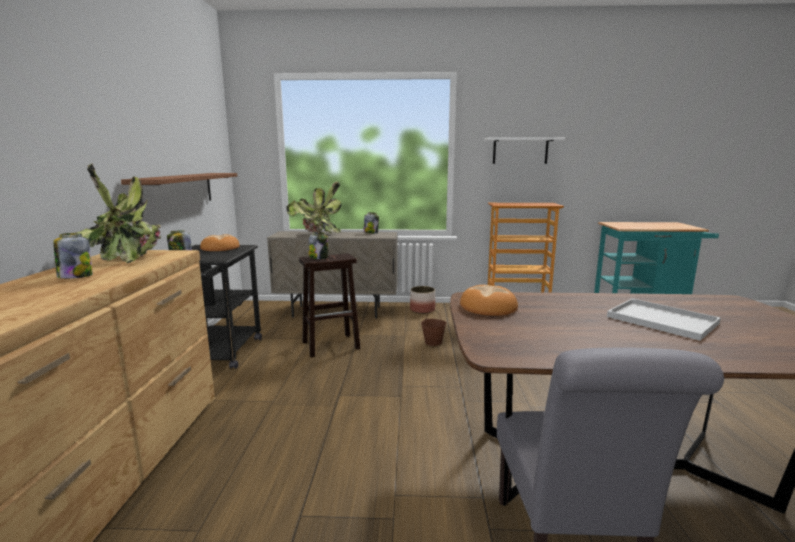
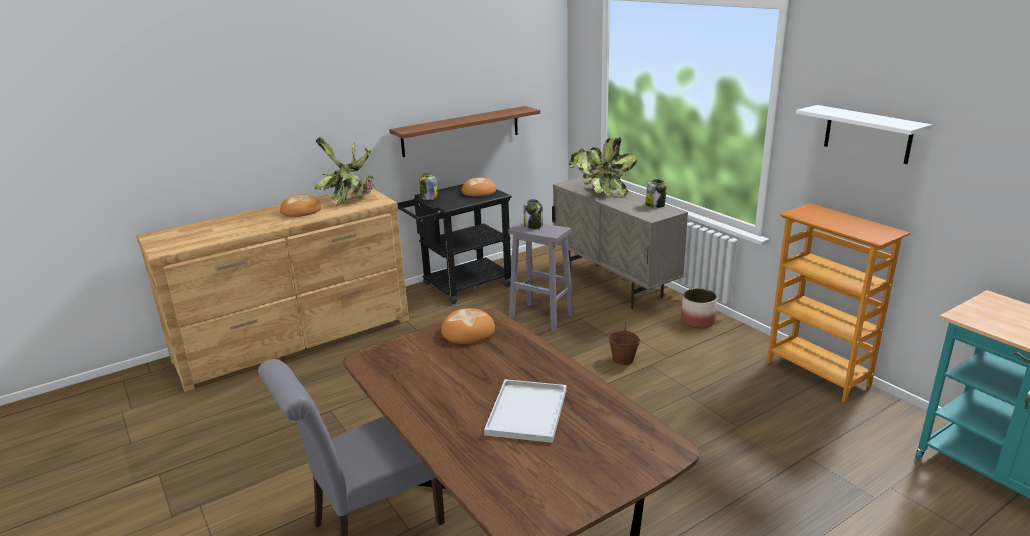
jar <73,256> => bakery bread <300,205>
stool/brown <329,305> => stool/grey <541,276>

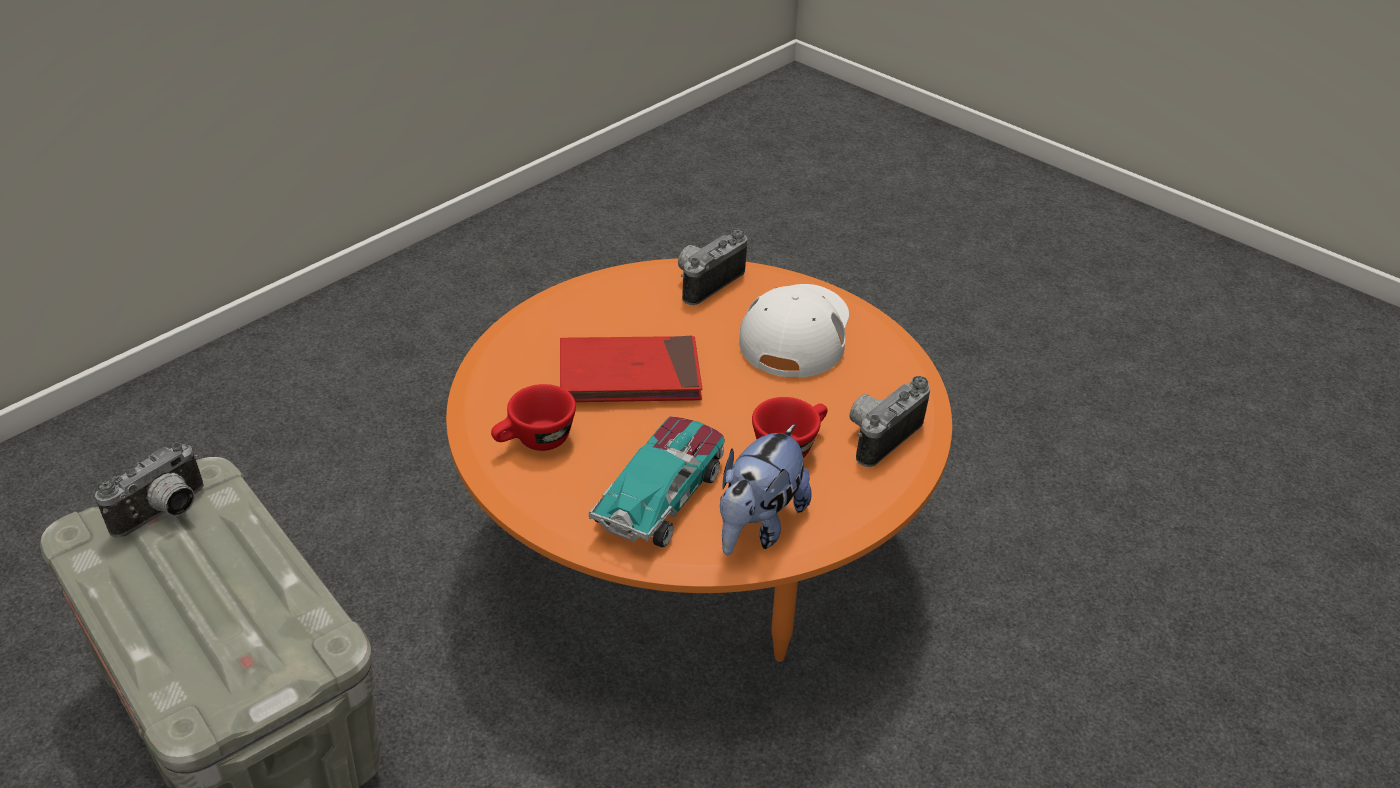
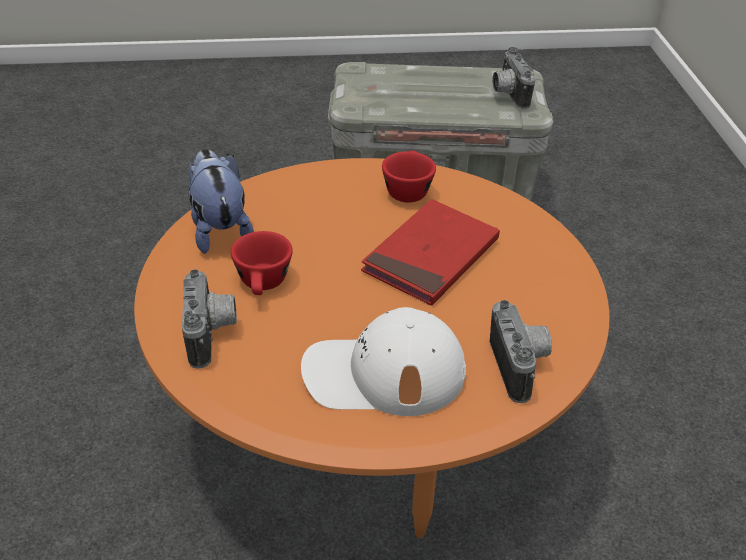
miniature car <657,481> => nothing
cap/white-coloured <794,331> => cap/white-coloured <383,361>, 120 degrees clockwise

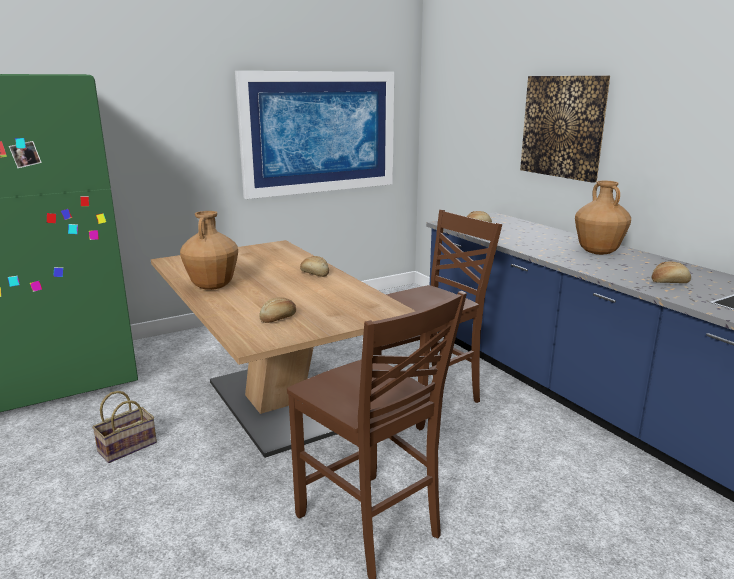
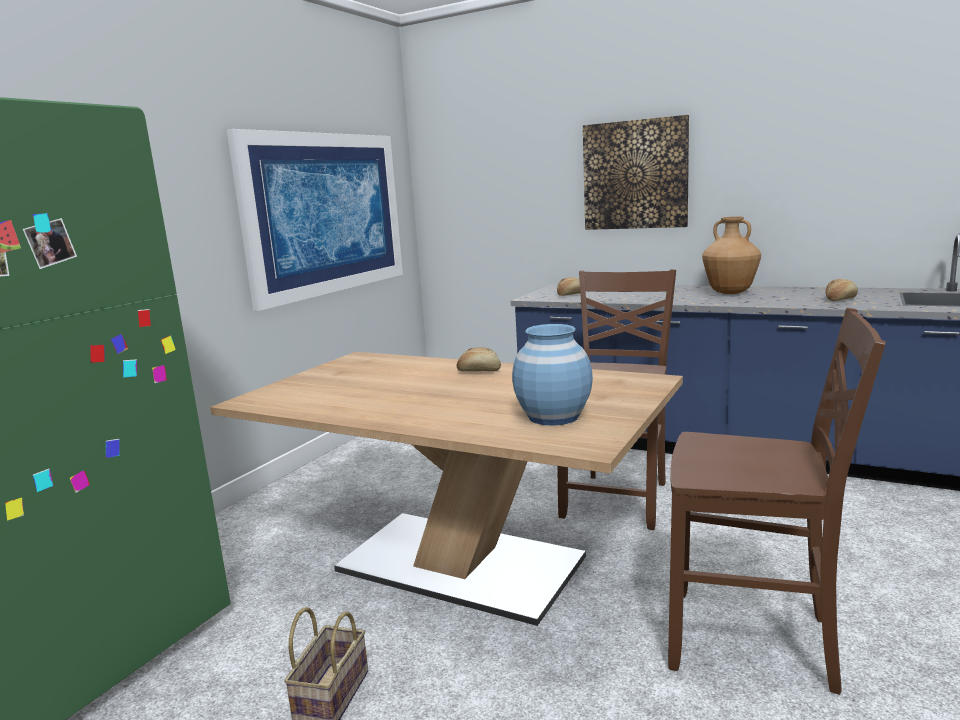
flower vase/brown <209,250> => nothing
bakery bread <277,310> => flower vase/bluish <552,375>

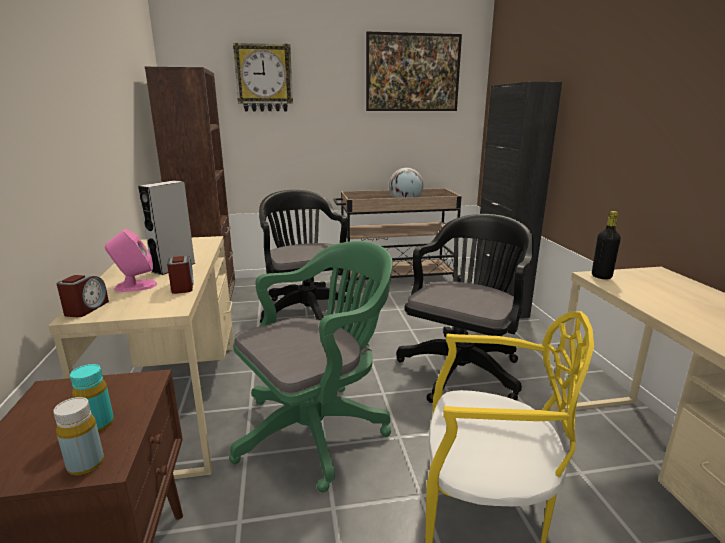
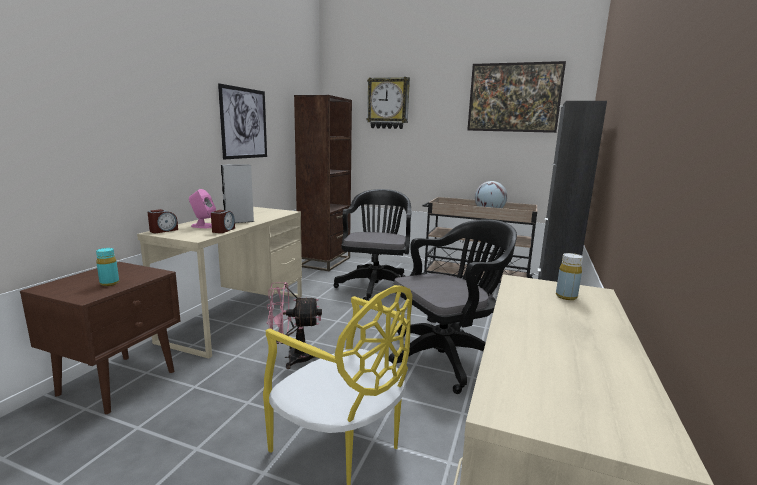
bottle/yellow-coloured <78,436> => bottle/yellow-coloured <569,276>, move
desk chair/green-coloured <311,366> => electric fan/pink-coloured <294,325>
bottle/black-coloured <606,245> => nothing
nothing => picture <242,121>

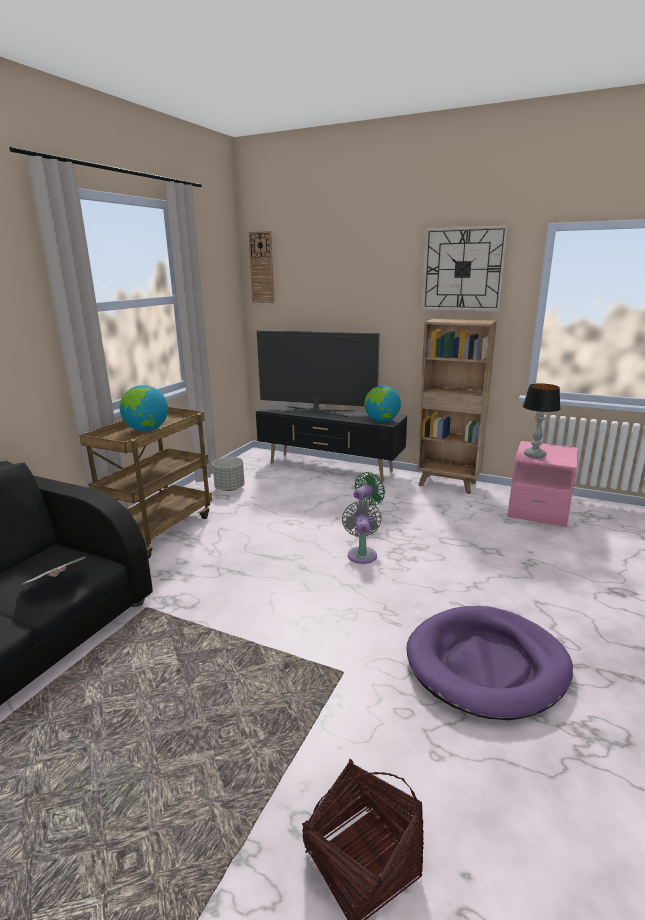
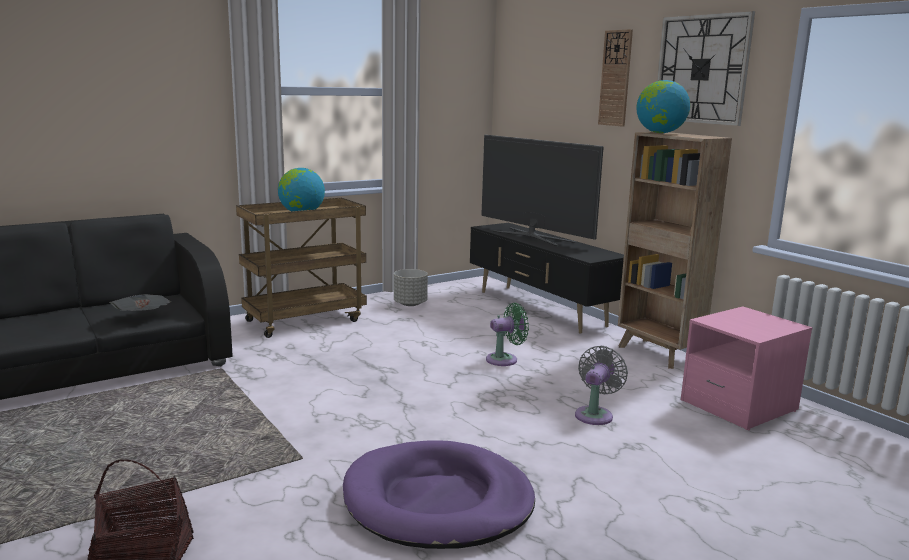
hanging clock <261,267> => hanging clock <615,78>, move
electric fan/grey <362,532> => electric fan/grey <601,385>, move
globe <382,404> => globe <663,106>, move
tabletop lamp <541,420> => nothing

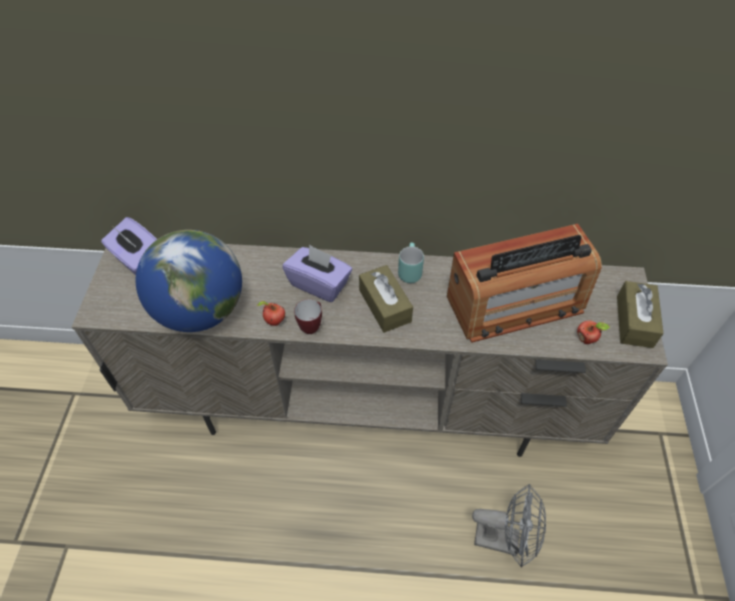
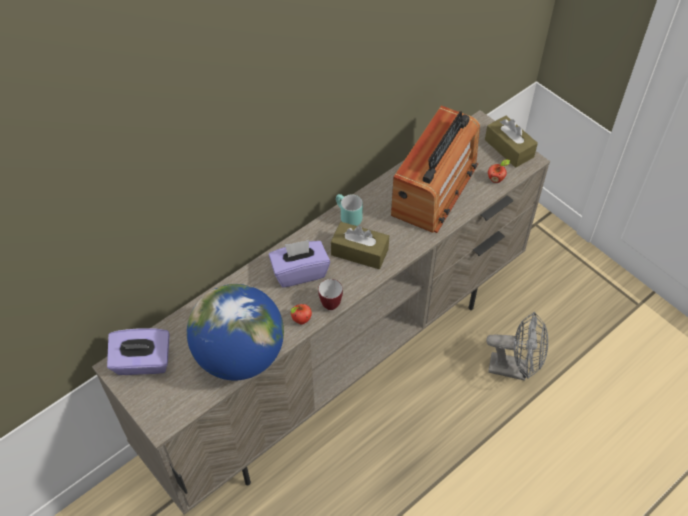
electric fan/grey <509,526> => electric fan/grey <517,346>, 45 degrees clockwise

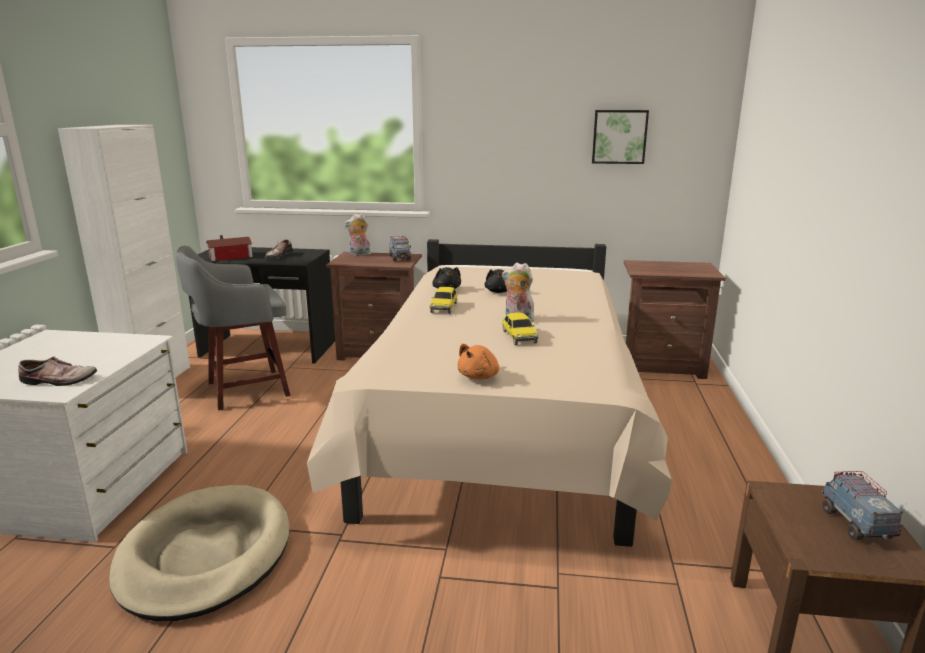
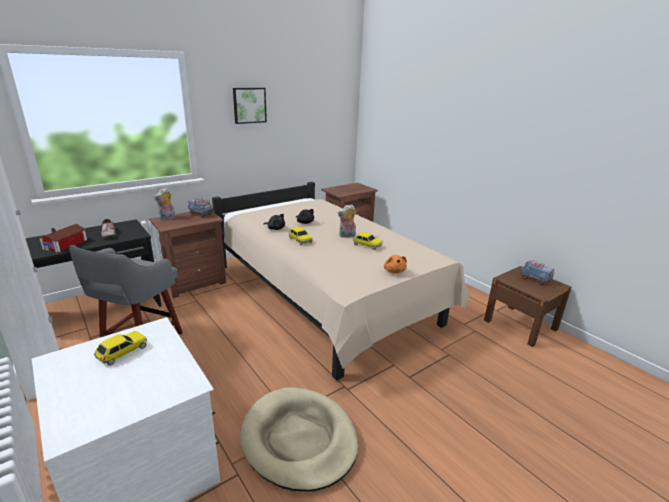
low shoe <57,371> => nothing
picture <620,137> => picture <250,106>, move
nothing => miniature car <120,348>

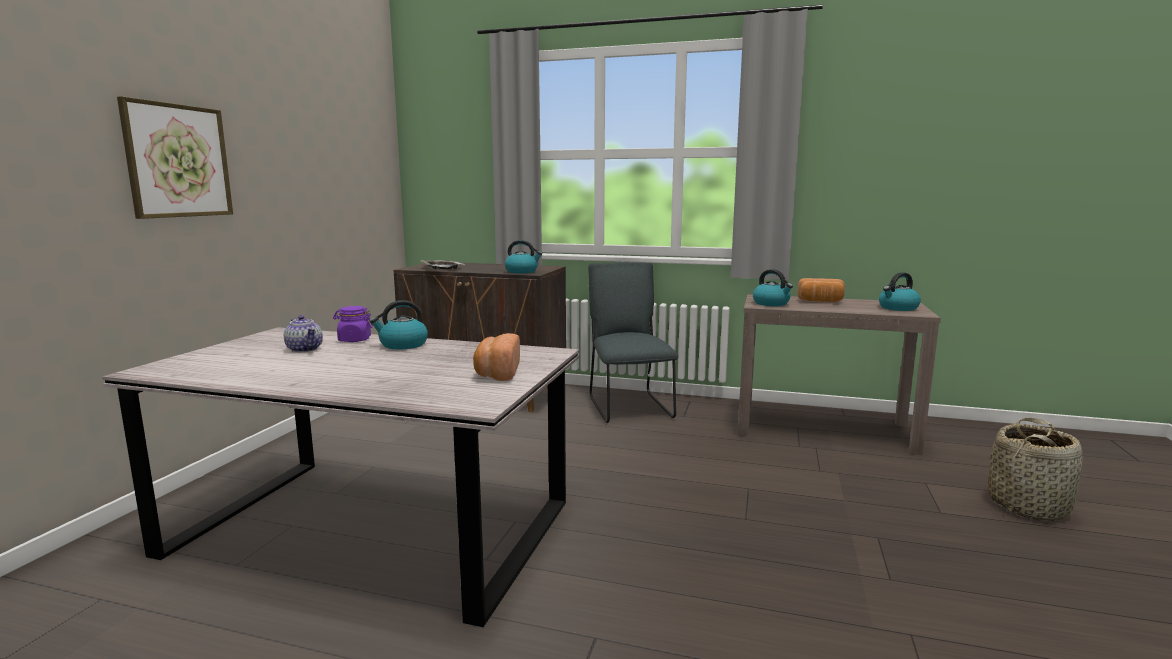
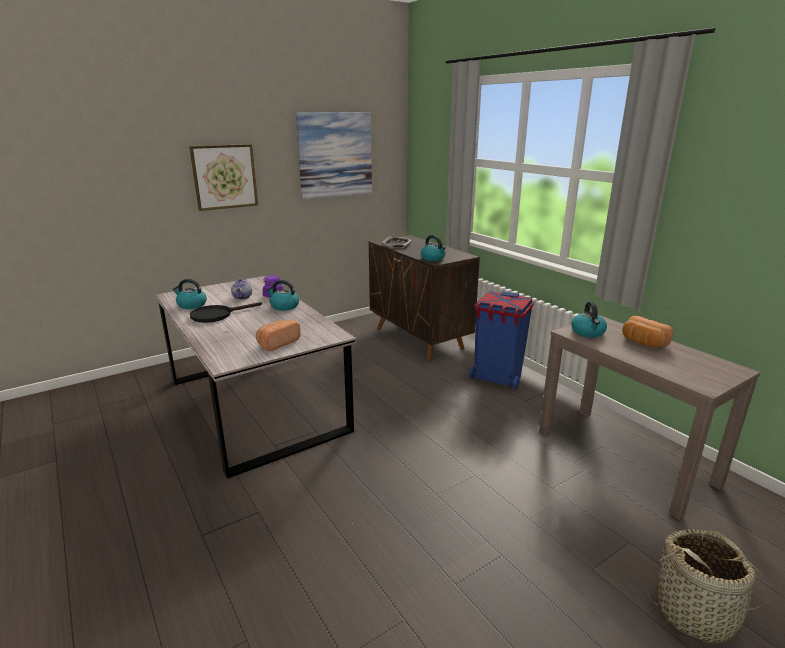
upright chair/grey <633,342> => waste bin/bluish <501,340>
tea kettle <900,291> => tea kettle <189,294>, move
nothing => frying pan/black-coloured <226,312>
nothing => picture <334,156>

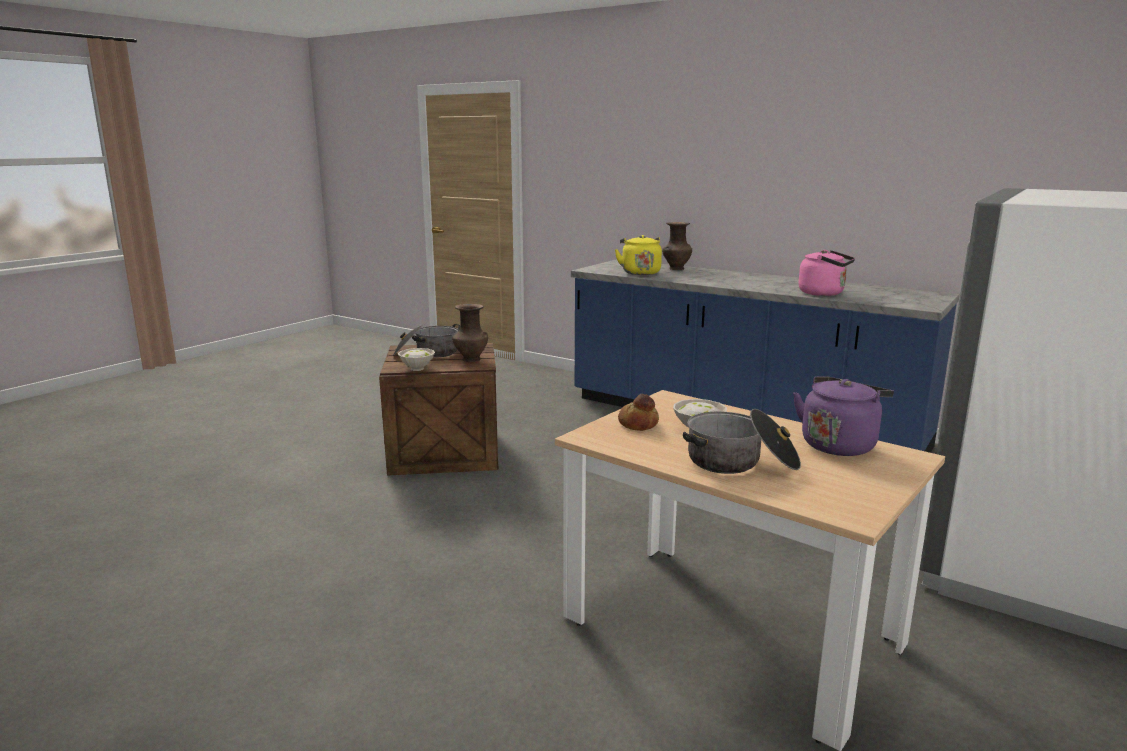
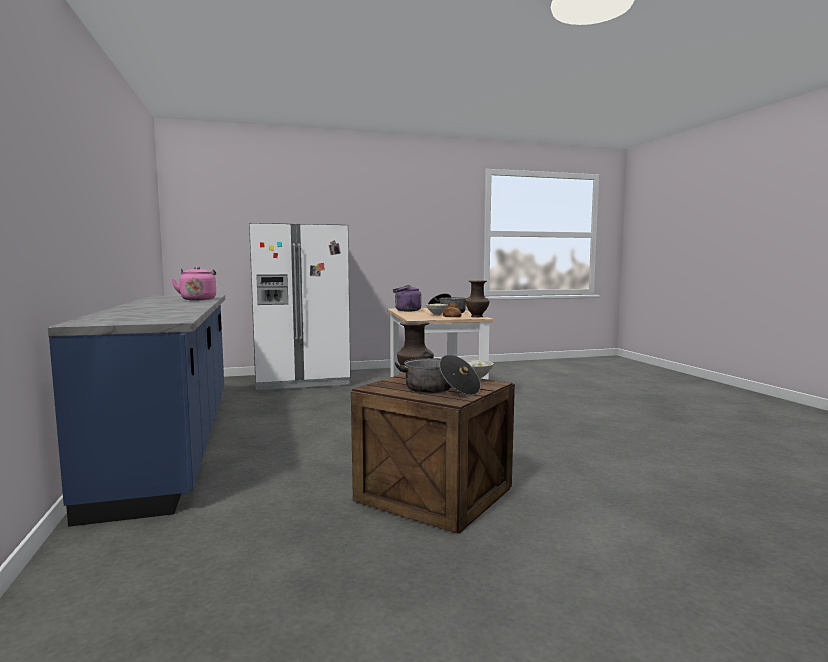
tea kettle/yellow-coloured <638,255> => nothing
flower vase/brown <677,246> => flower vase/brown <477,298>, move

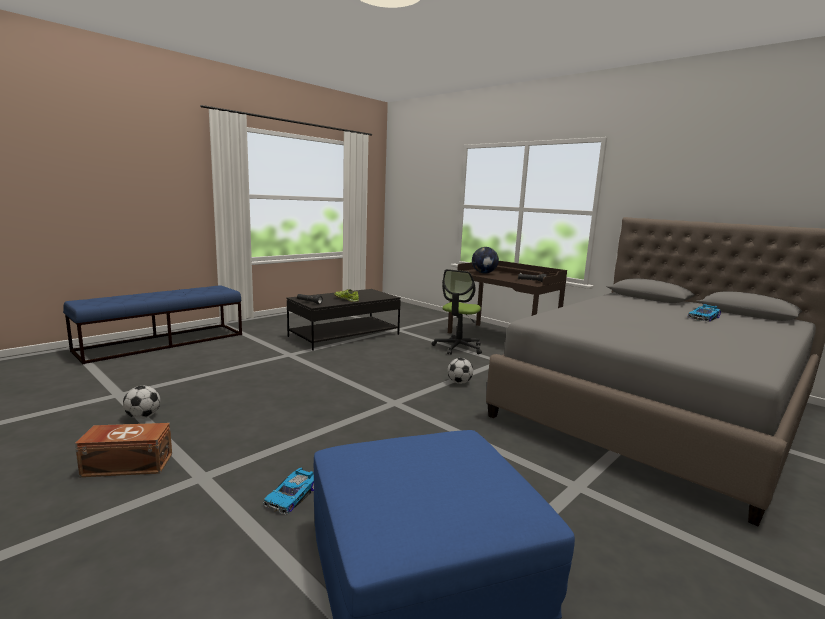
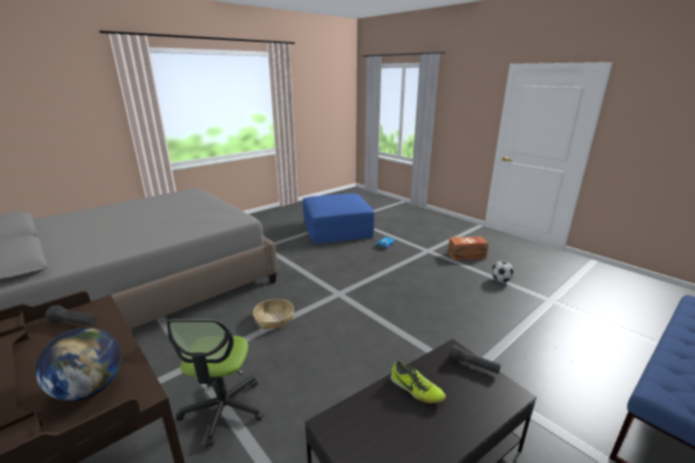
desk chair <457,312> => desk chair <215,383>, 150 degrees clockwise
football ball <460,371> => household basket <273,314>
miniature car <704,313> => nothing

